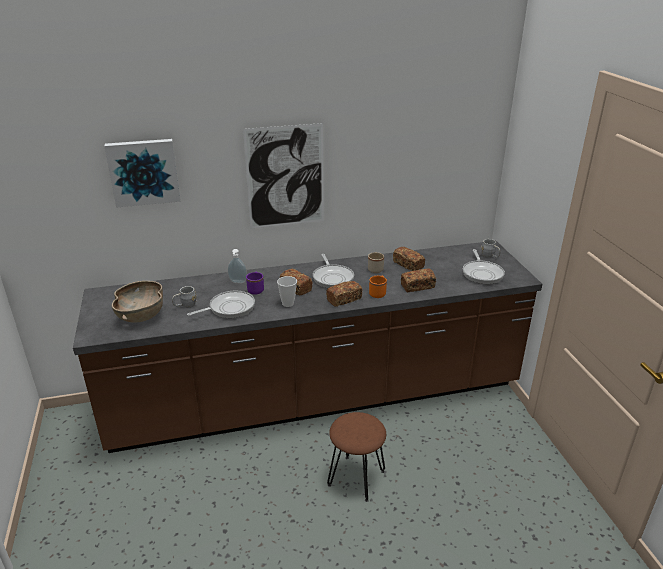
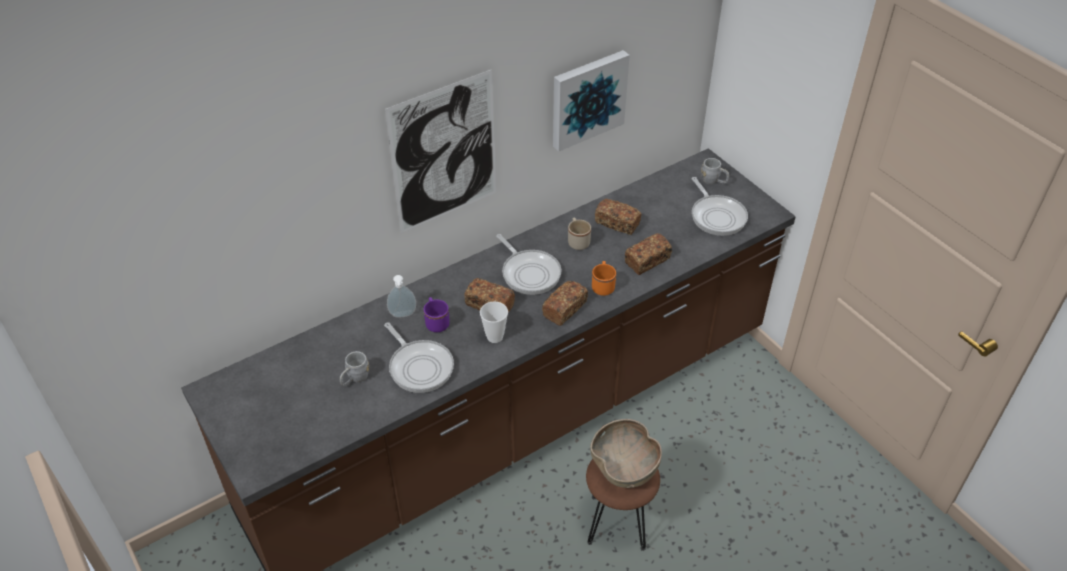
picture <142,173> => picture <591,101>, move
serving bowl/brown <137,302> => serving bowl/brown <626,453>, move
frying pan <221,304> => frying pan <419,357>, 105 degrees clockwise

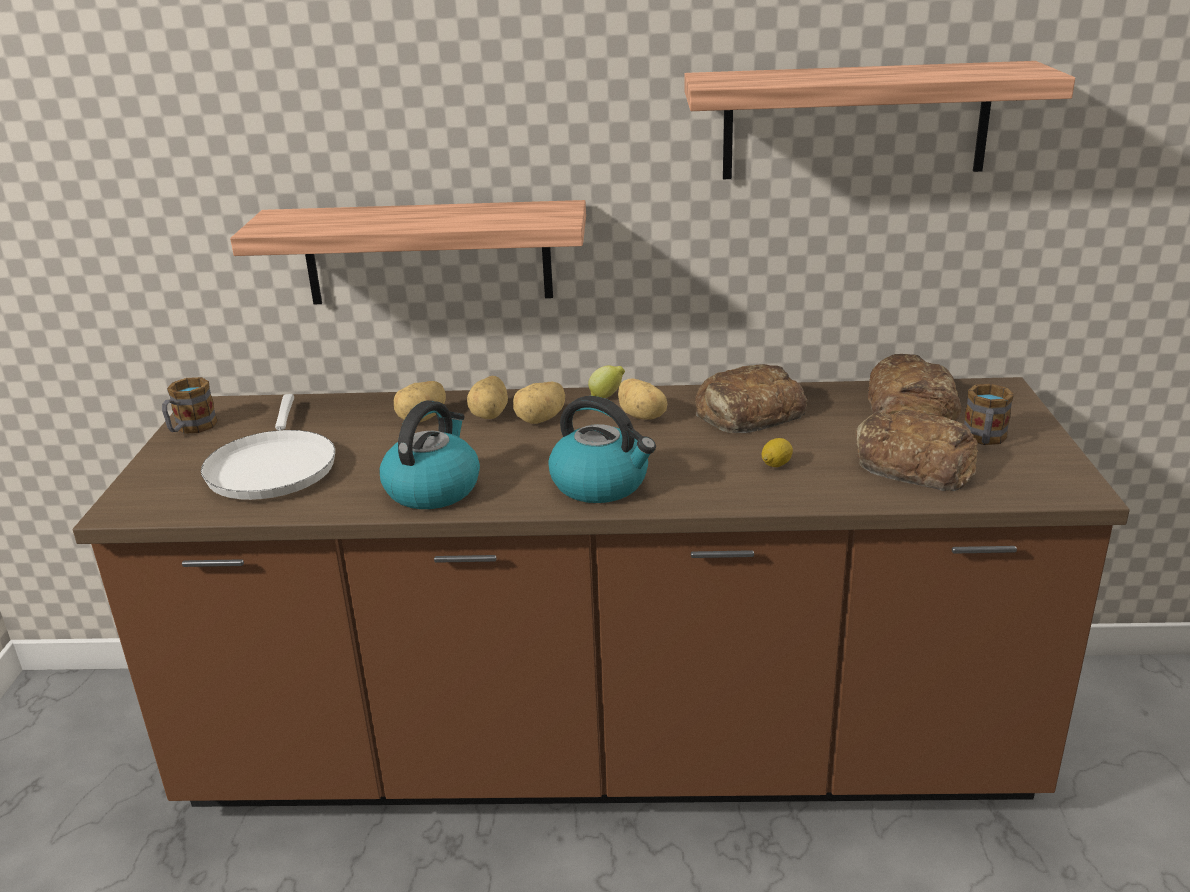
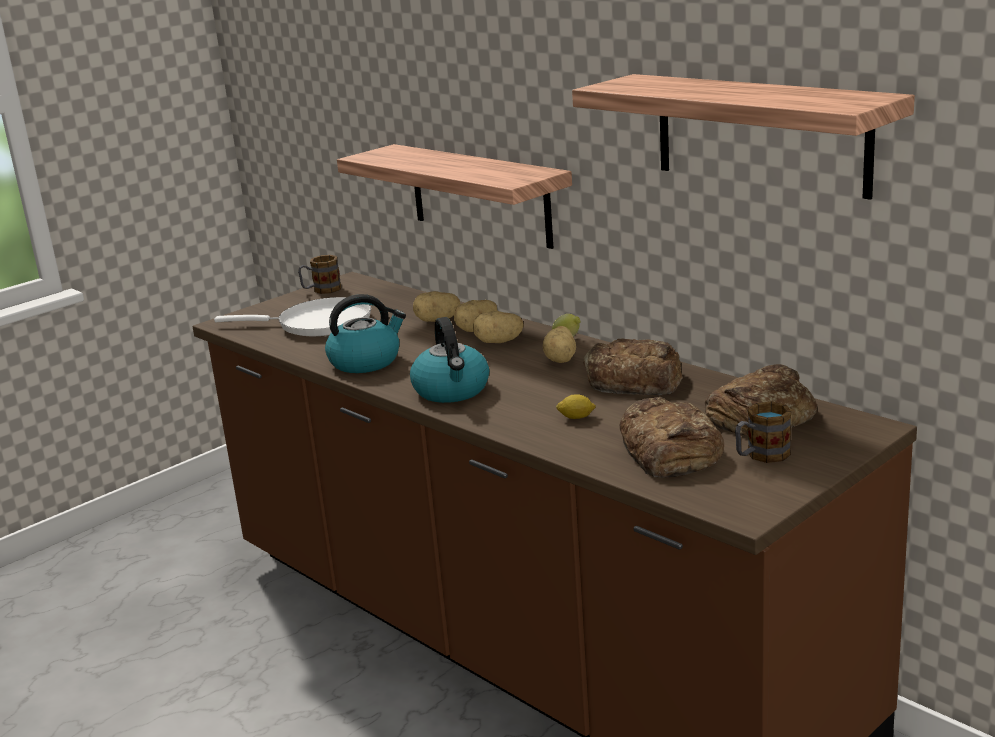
frying pan/white-coloured <268,447> => frying pan/white-coloured <292,316>, 120 degrees counterclockwise

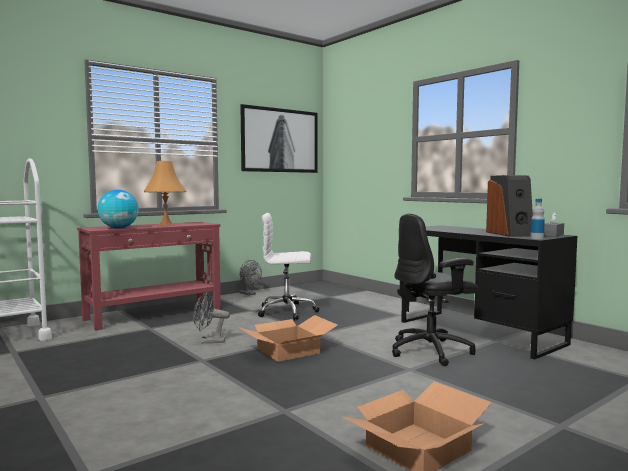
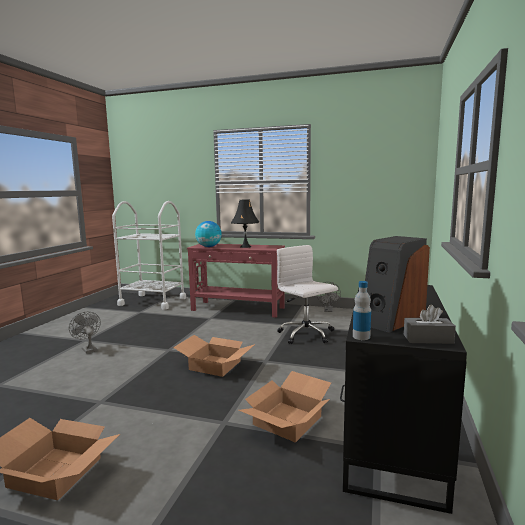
tabletop lamp/orangey <164,193> => tabletop lamp/black-coloured <245,224>
electric fan/grey <211,317> => electric fan/grey <85,332>, move
picture <279,138> => nothing
desk chair/black-coloured <435,290> => packing box <284,406>

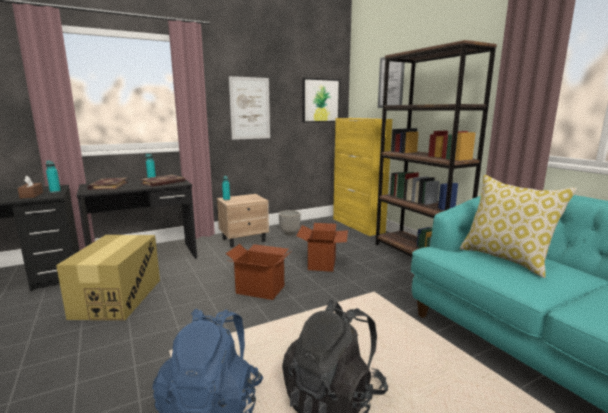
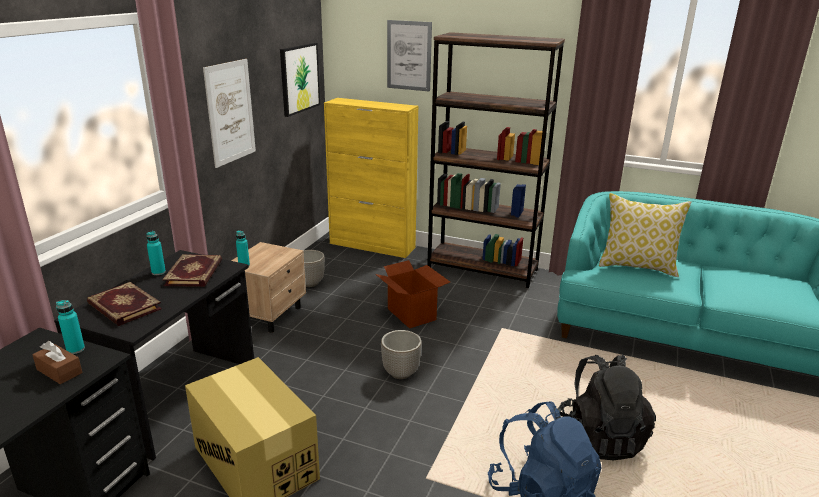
packing box <259,272> => plant pot <401,354>

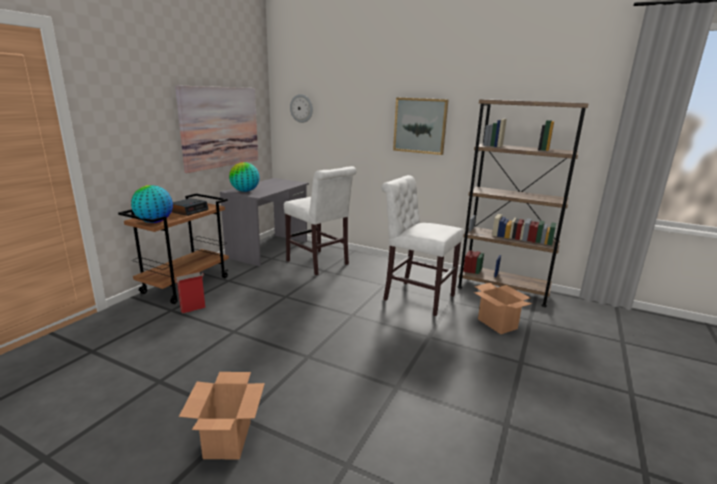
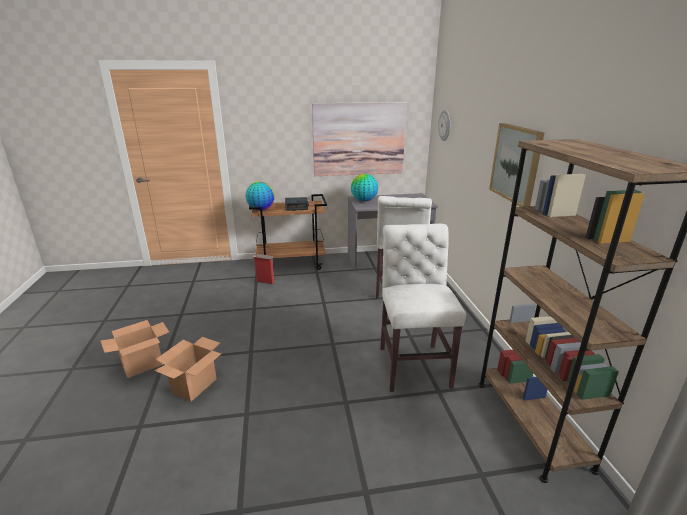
packing box <503,308> => packing box <187,369>, move

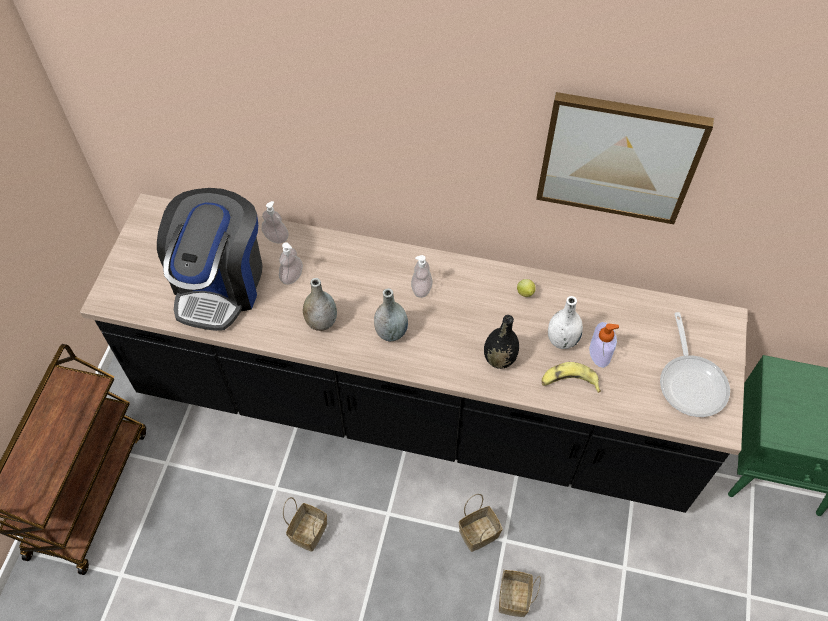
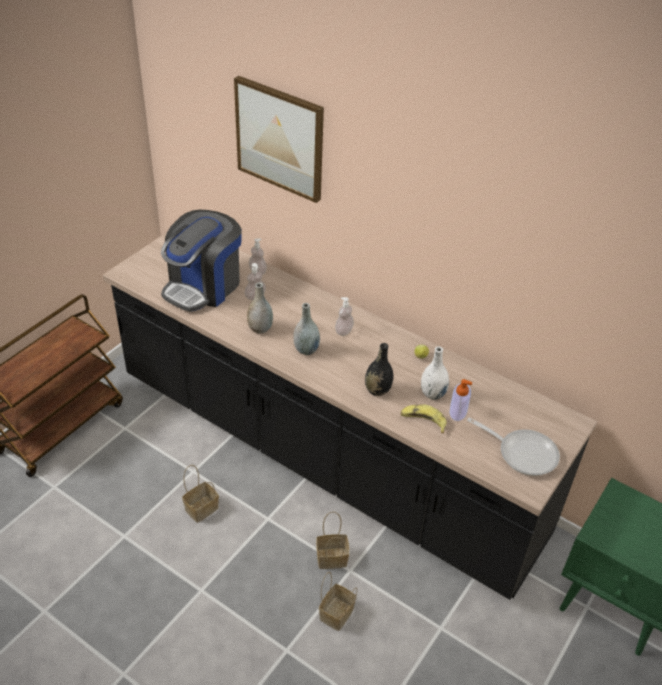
picture <625,158> => picture <279,139>, move
frying pan <695,364> => frying pan <513,446>, 75 degrees counterclockwise

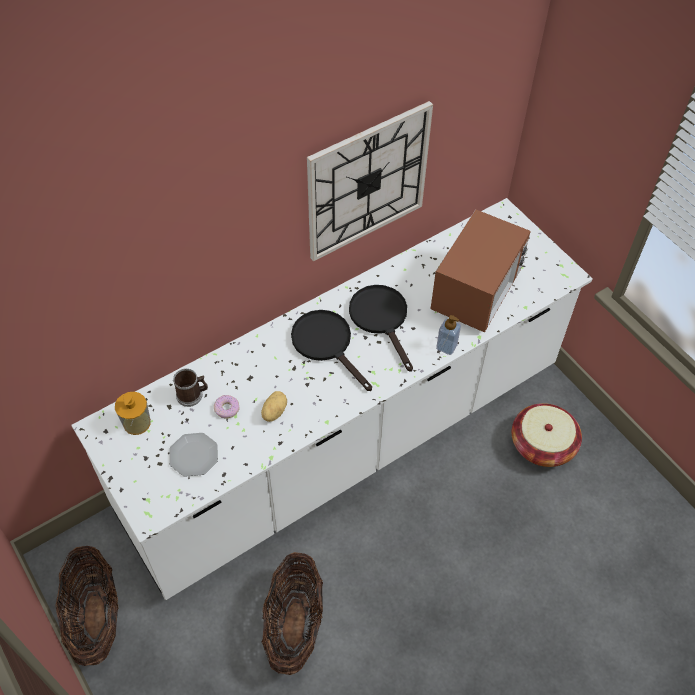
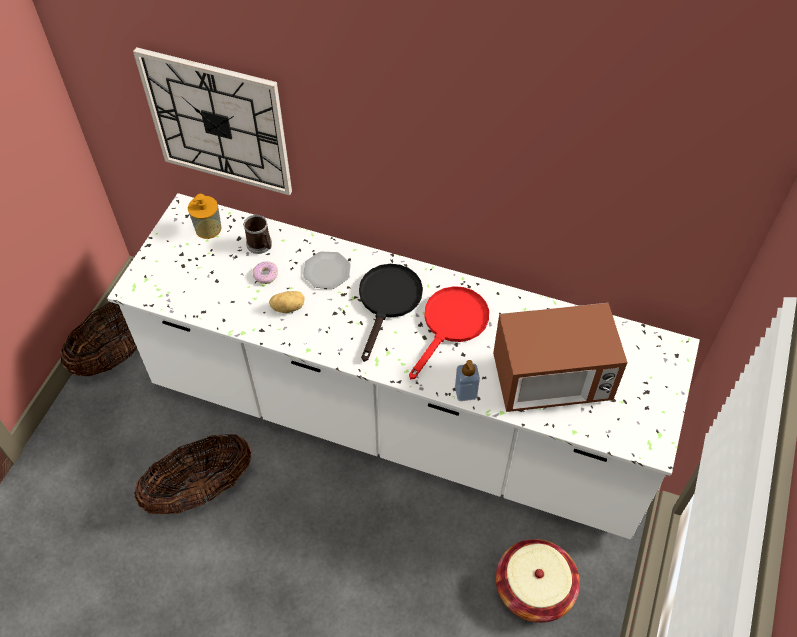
plate <193,455> => plate <327,270>, move
hanging clock <370,181> => hanging clock <212,121>, move
frying pan/black-coloured <381,328> => frying pan/reddish <449,332>

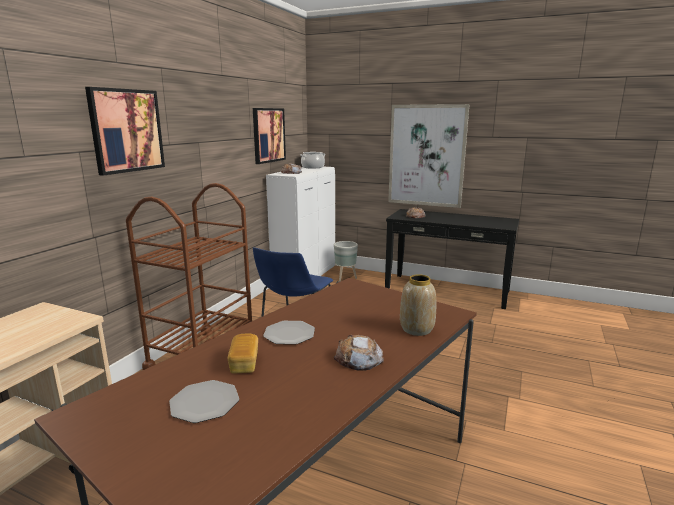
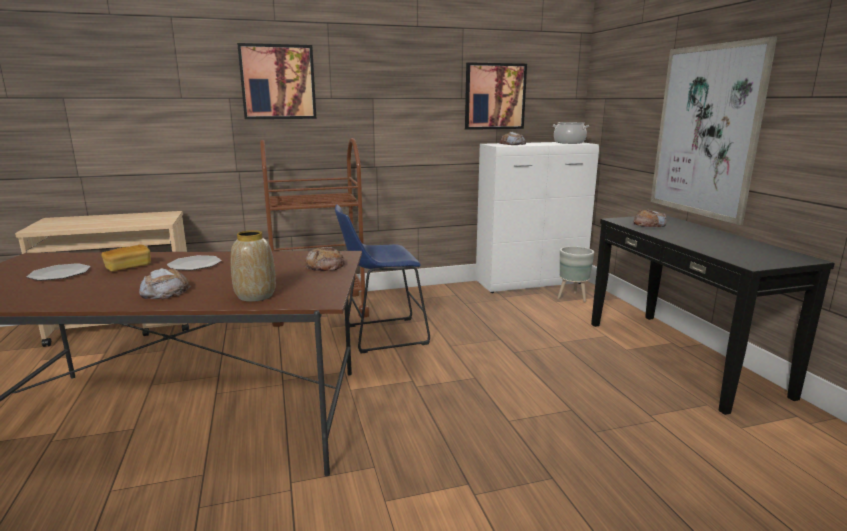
nothing => bakery bread <325,259>

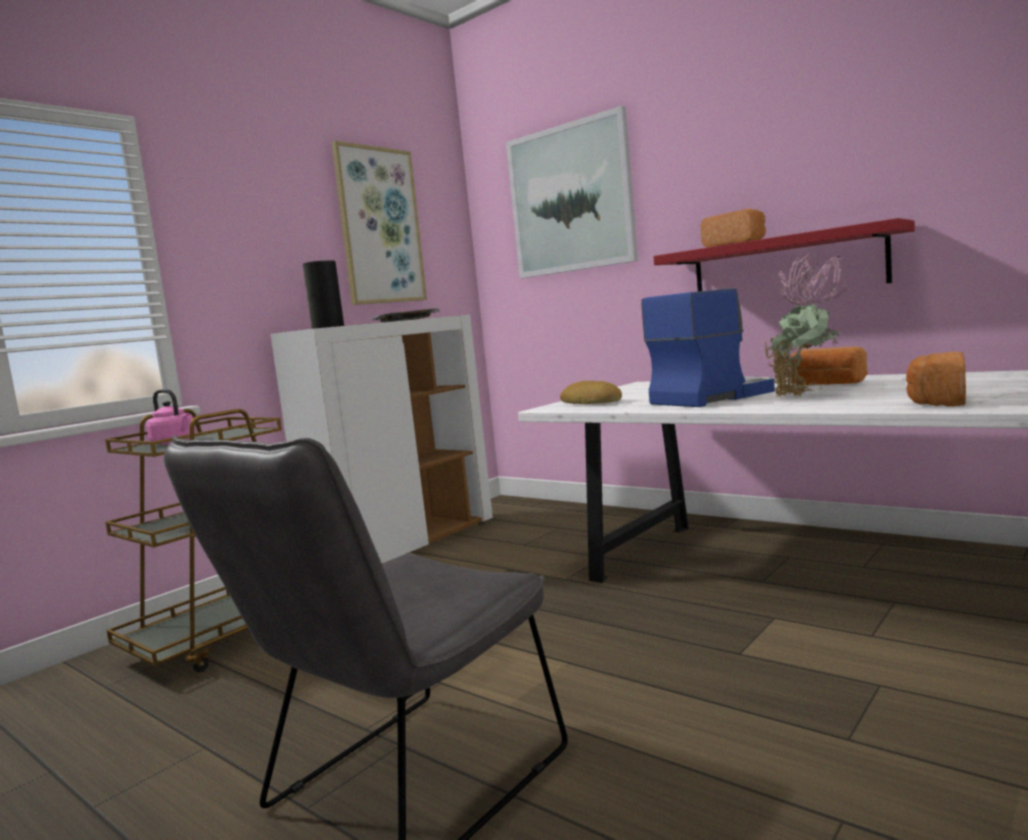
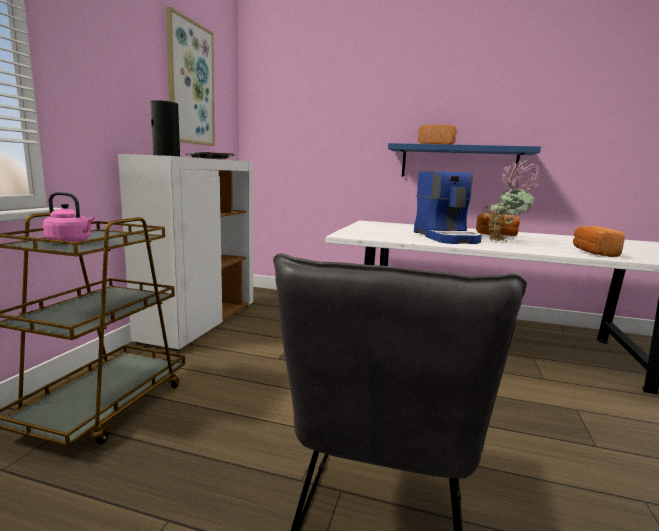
picture <572,192> => nothing
bakery bread <591,392> => nothing
coffee machine <708,347> => coffee machine <448,207>, 135 degrees clockwise
wall shelf/reddish <784,254> => wall shelf/bluish <464,160>

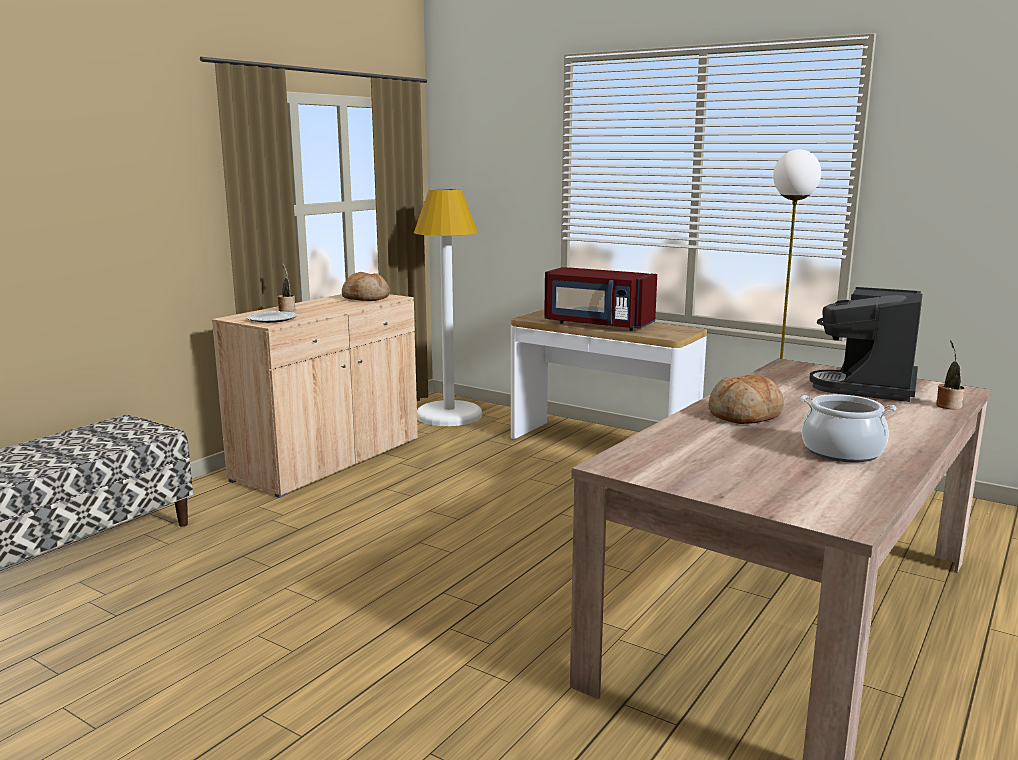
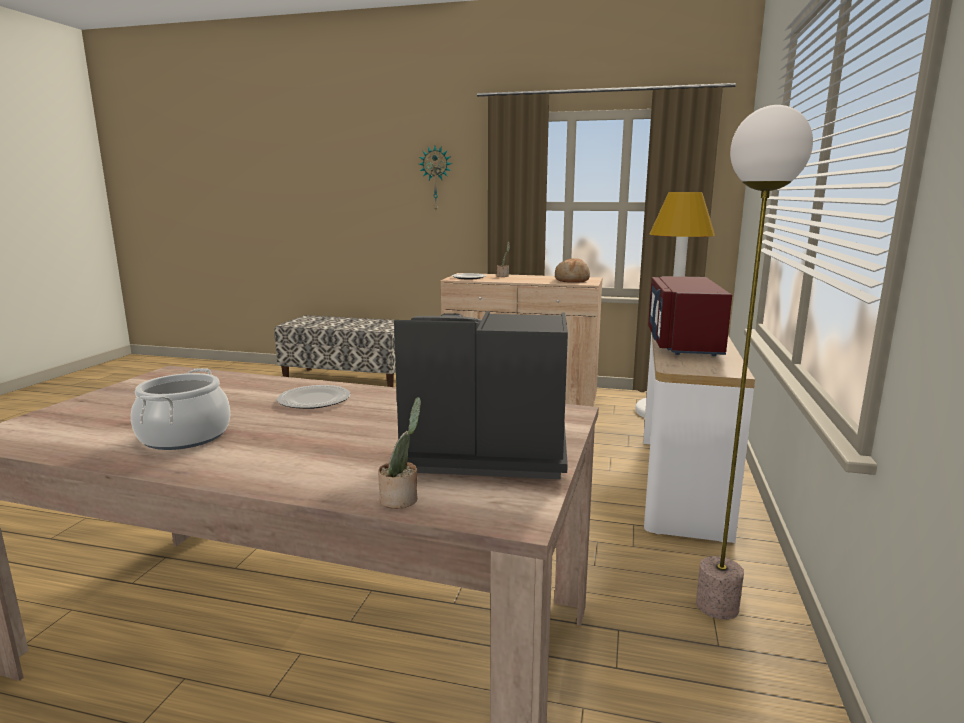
bakery bread <746,399> => plate <314,397>
nothing => hanging clock <435,178>

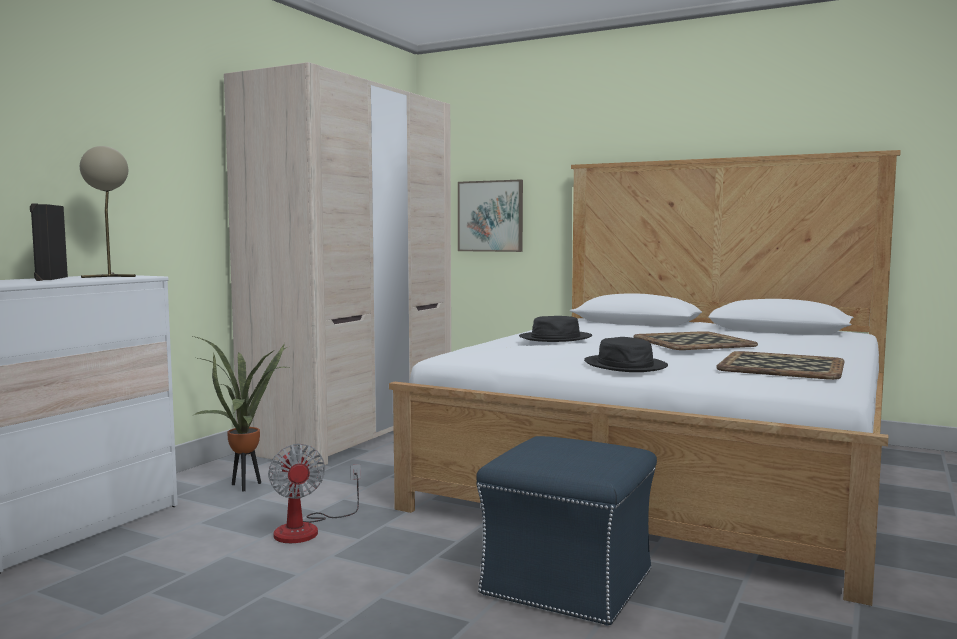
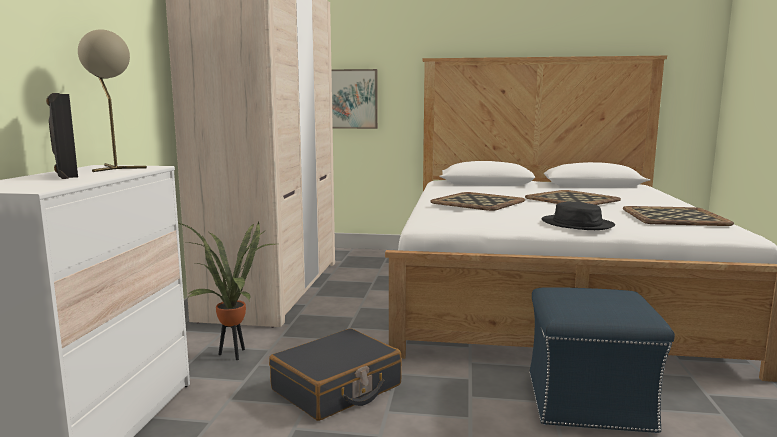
electric fan <314,493> => travel case/black-coloured <335,374>
clothing hat/black-coloured <555,329> => serving tray <478,201>

